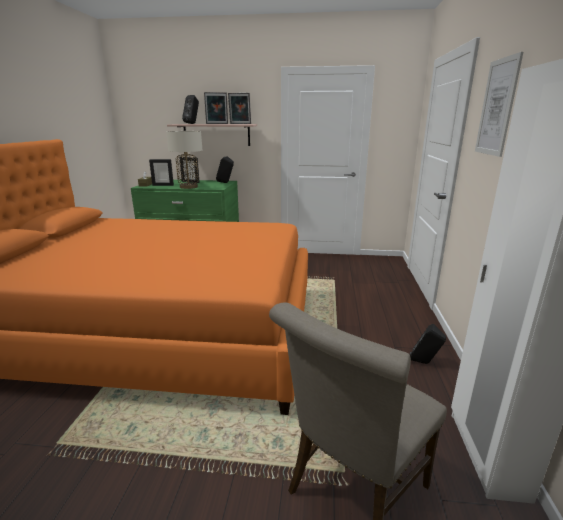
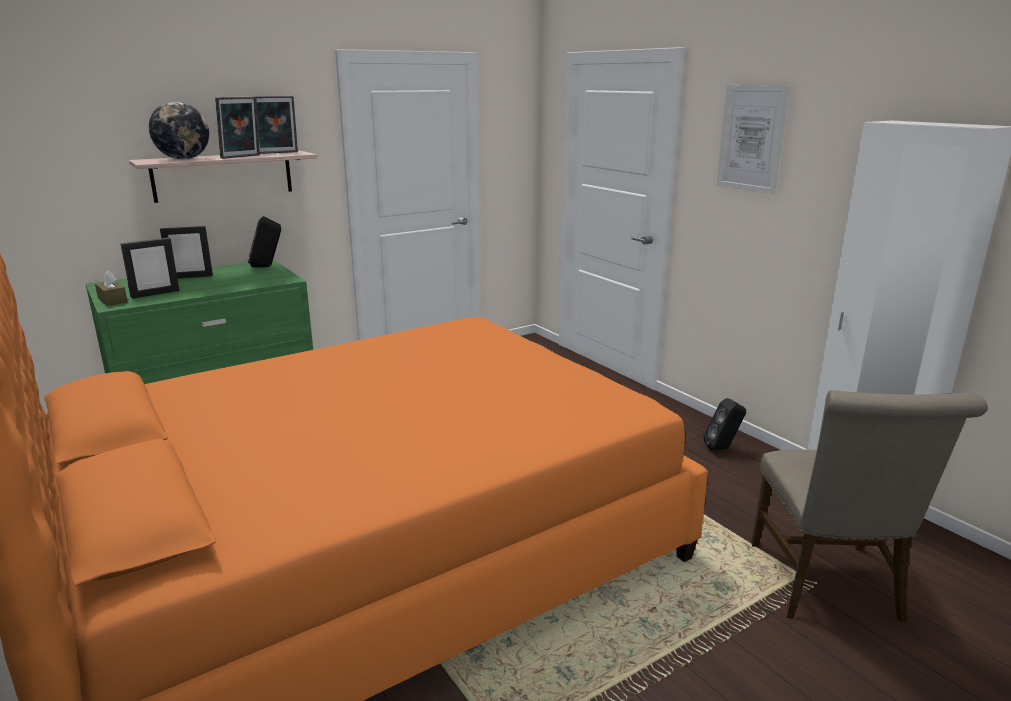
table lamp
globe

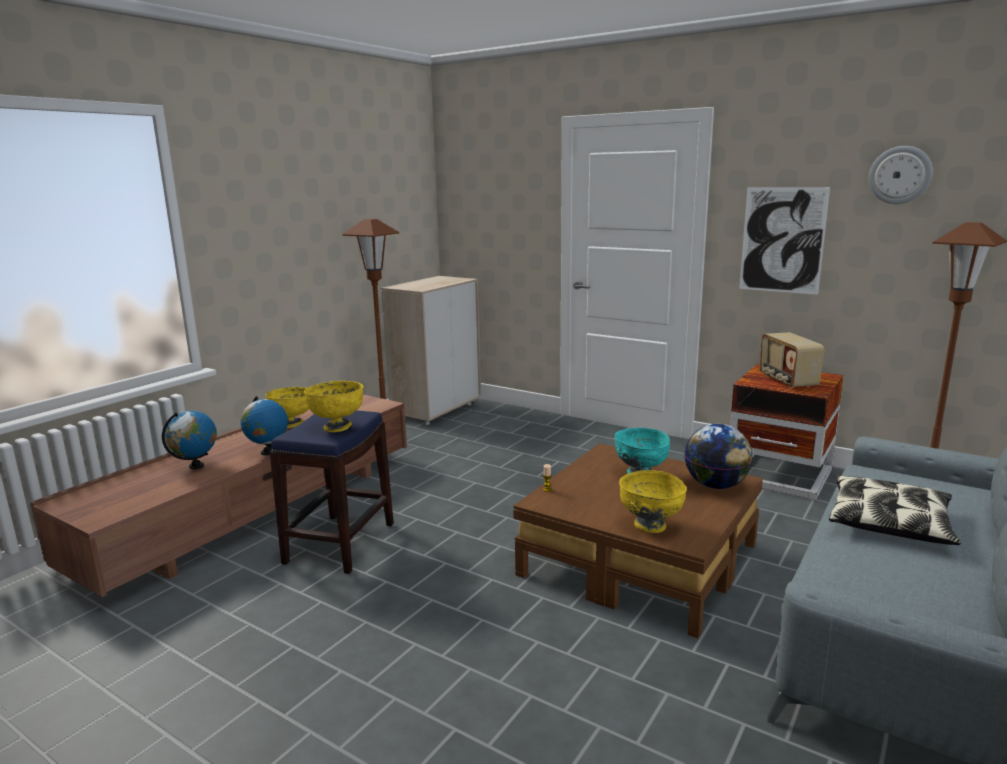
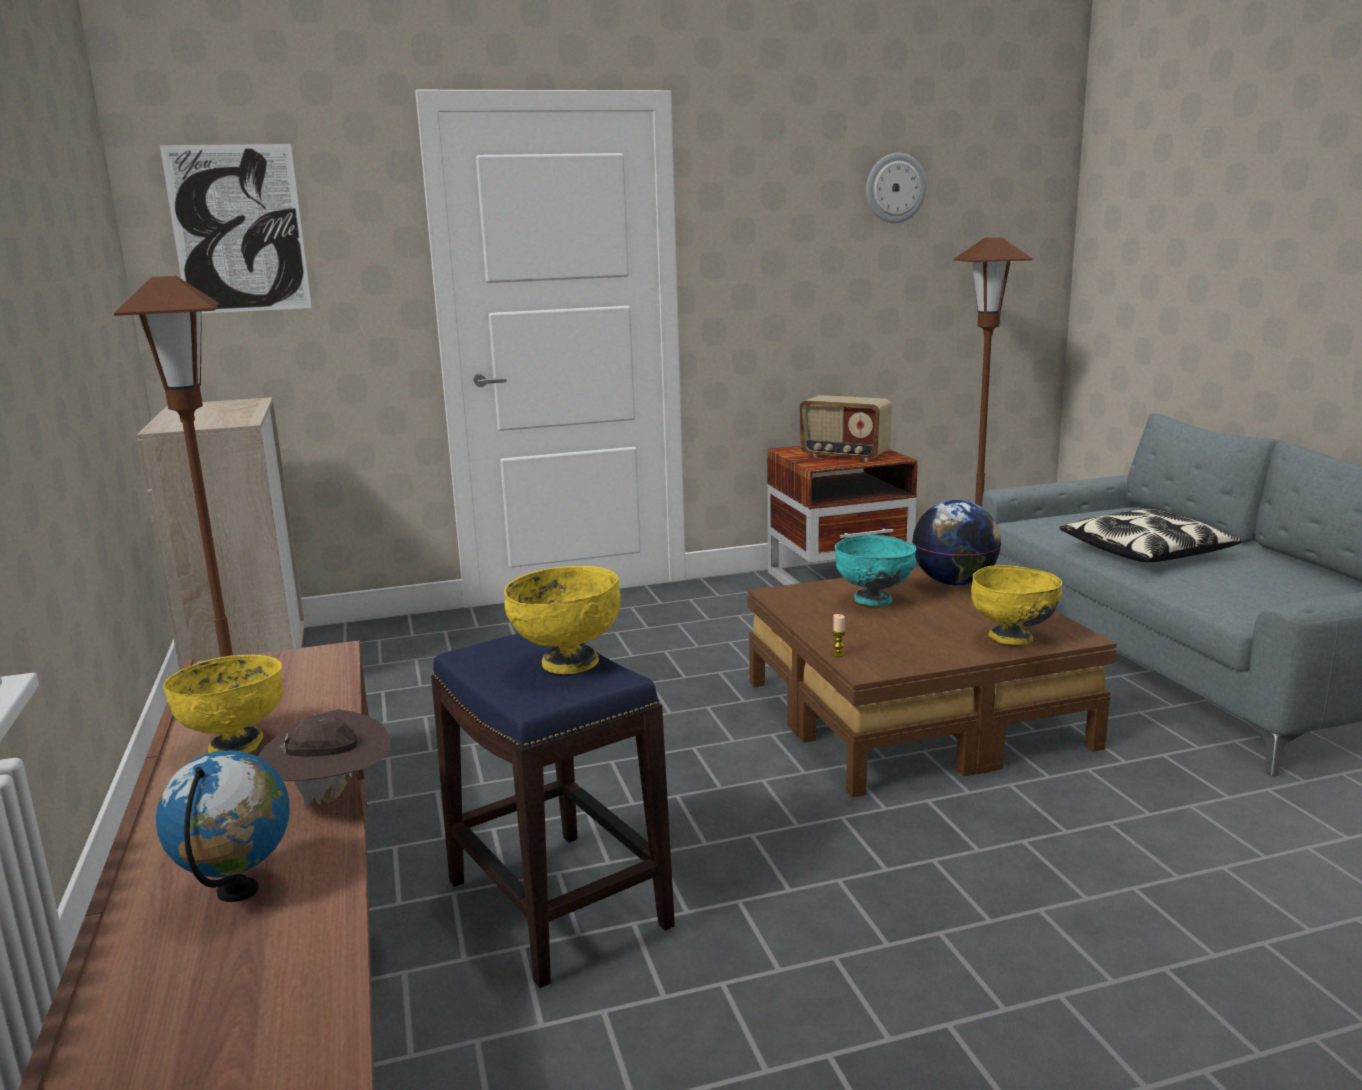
wall picture
clothing hat (brown-coloured)

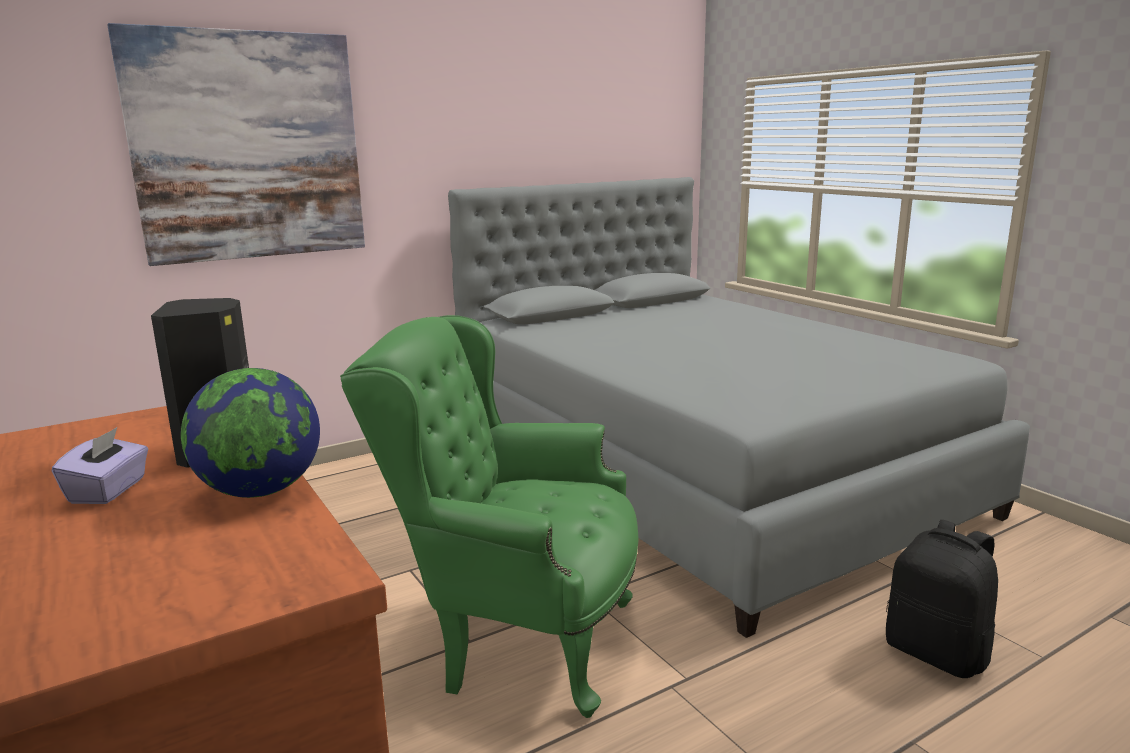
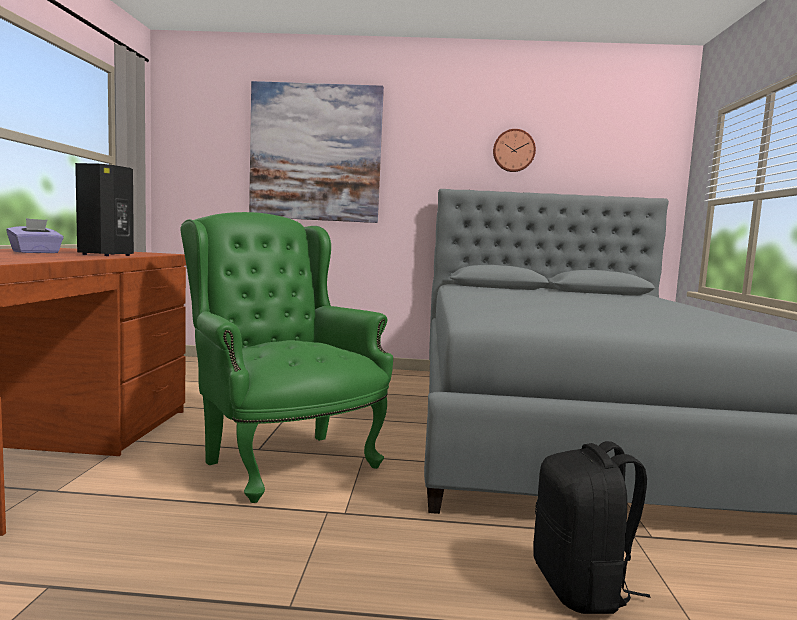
globe
wall clock

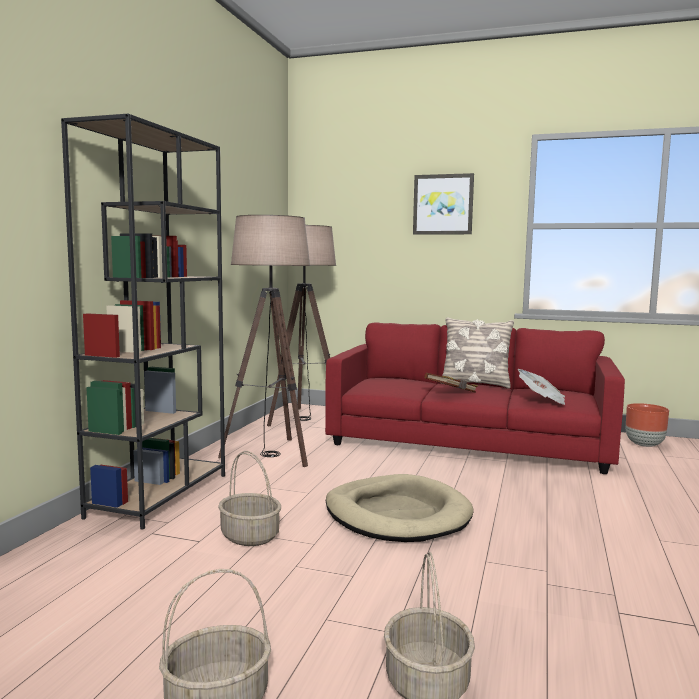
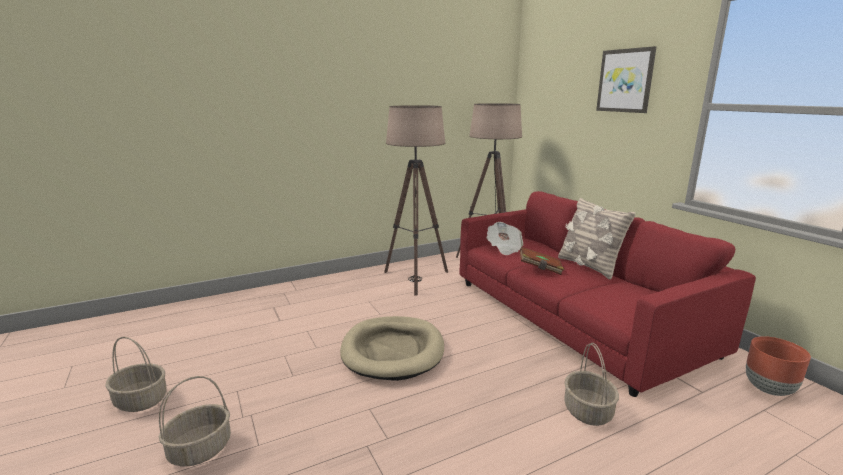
bookcase
storage basket (3rd from left)
newspaper

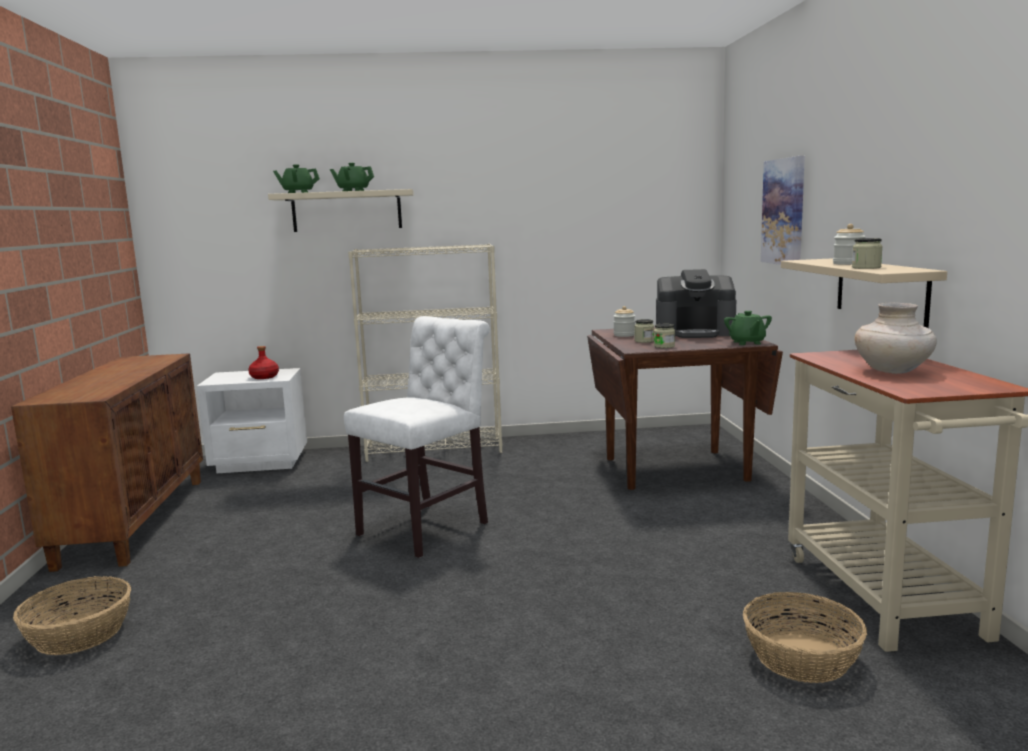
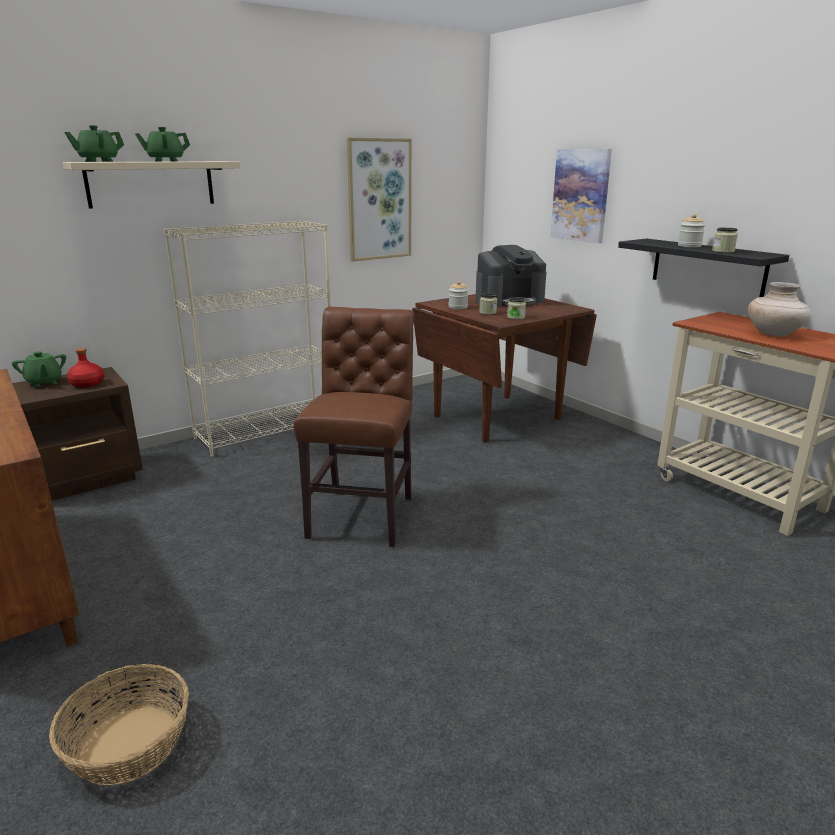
storage basket (2nd from left in the first image)
wall picture (1st from left)
teapot (green-coloured) (1st from left)
nightstand (brown-coloured)
chair (brown-coloured)
shelf (black-coloured)

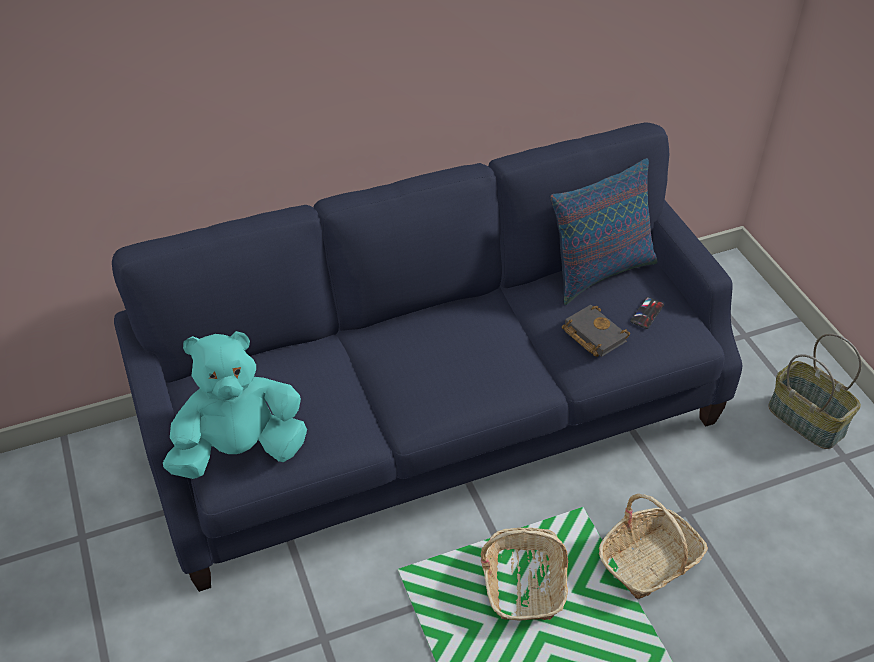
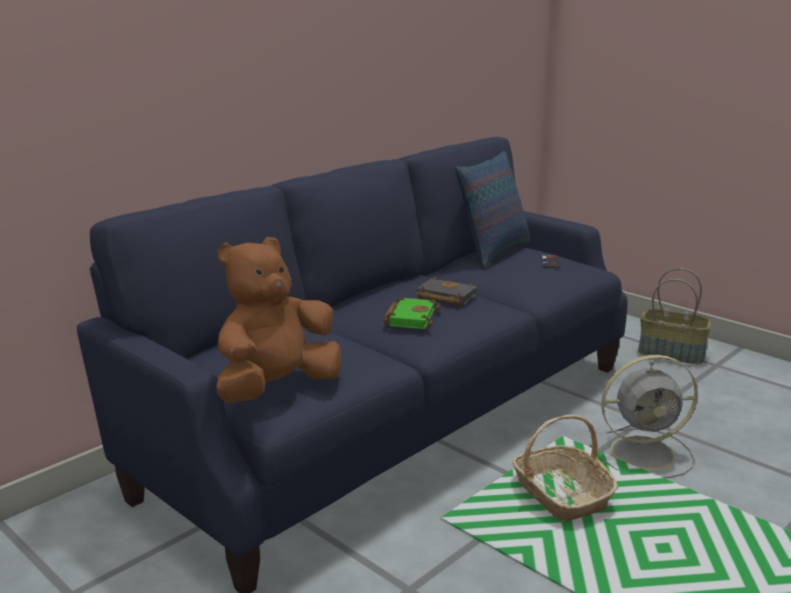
book (green-coloured)
book (black-coloured)
cooling fan (gray)
plush toy (brown-coloured)

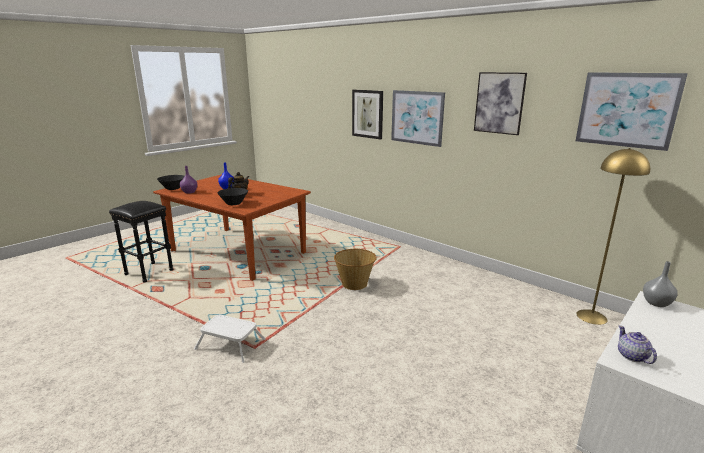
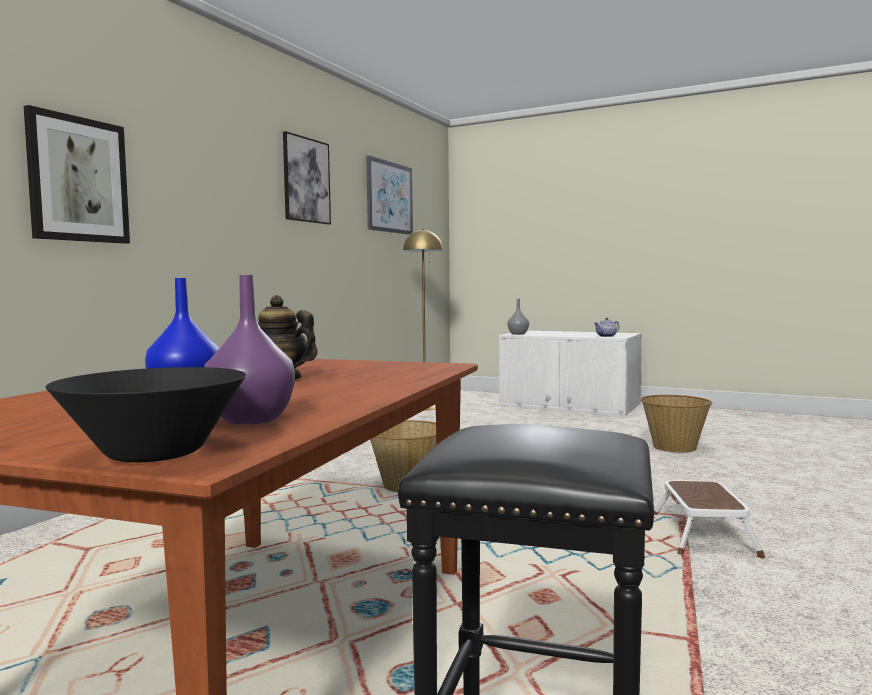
serving bowl (black-coloured) (2nd from left in the first image)
wall picture (2nd from left in the first image)
storage basket (2nd from left)
stepladder (brown-coloured)

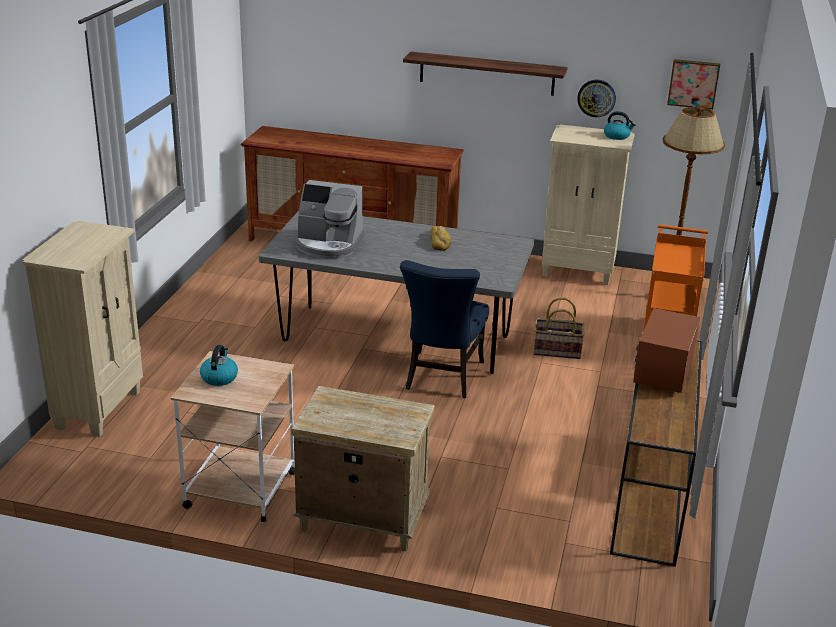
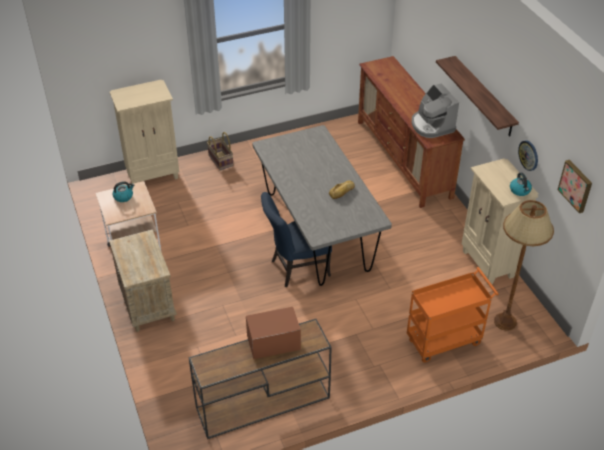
coffee brewer
storage basket

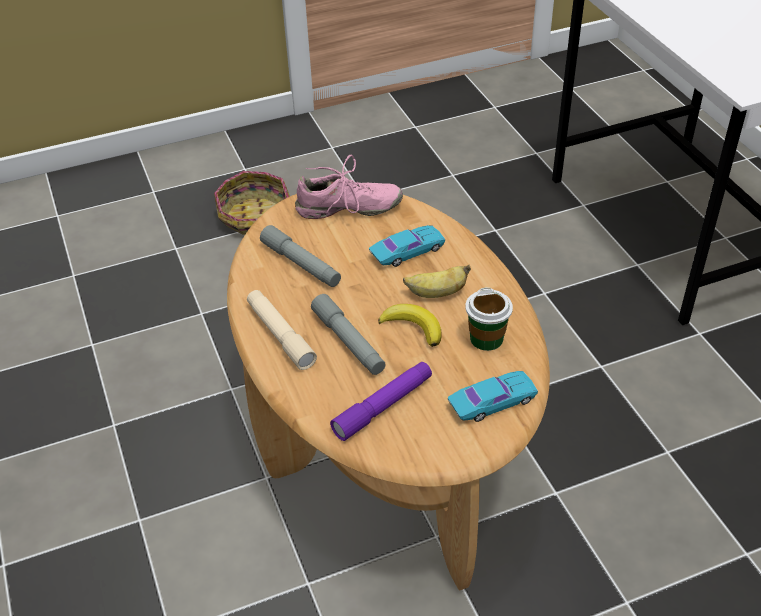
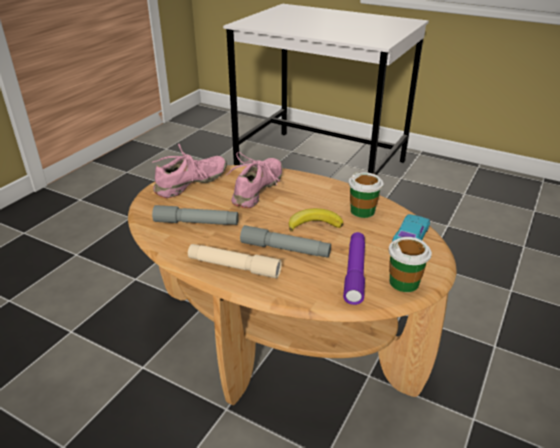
storage basket
banana (2nd from left in the first image)
small cup (2nd from left)
low shoe (pink-coloured) (2nd from left)

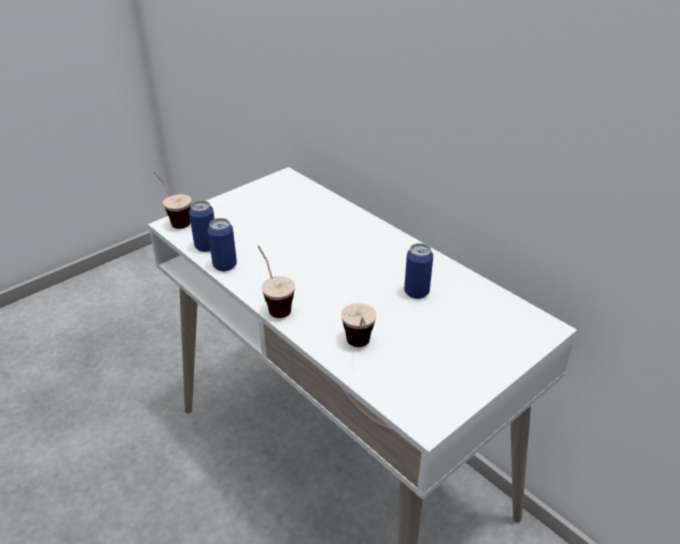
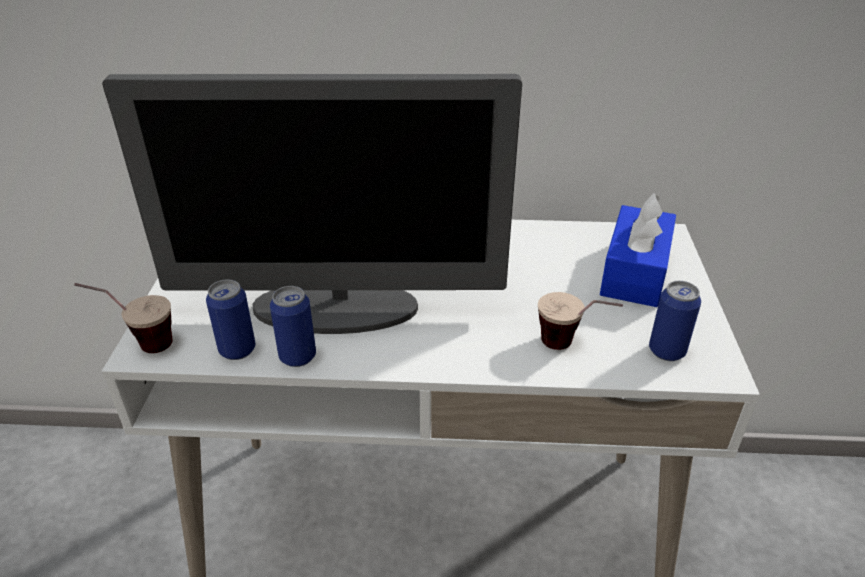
small cup (2nd from left in the first image)
monitor
tissue box (bluish)
can (3rd from left)

